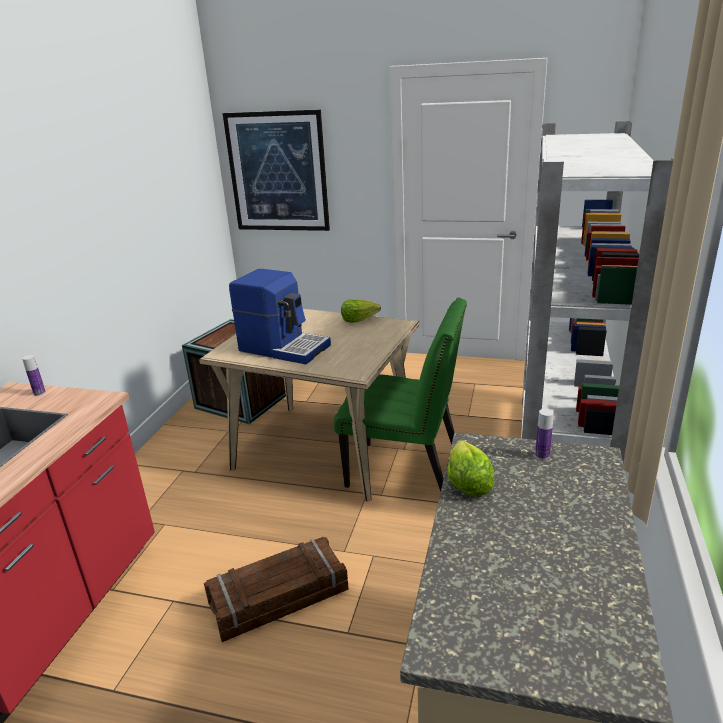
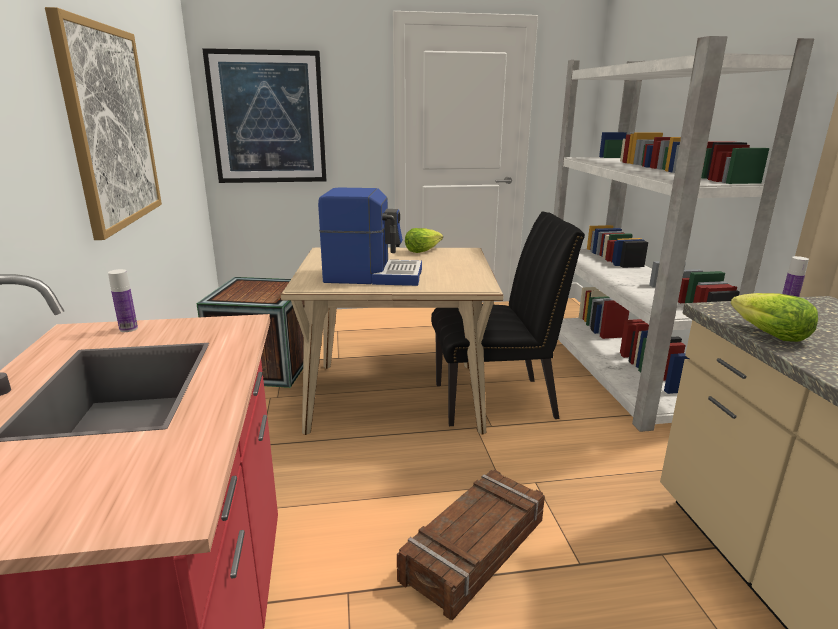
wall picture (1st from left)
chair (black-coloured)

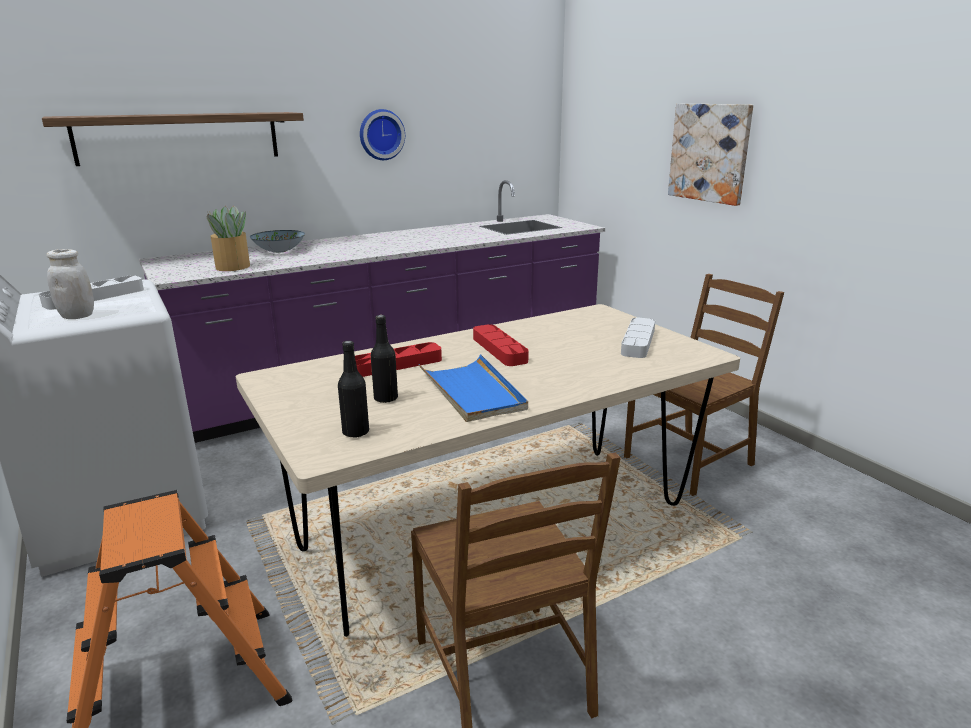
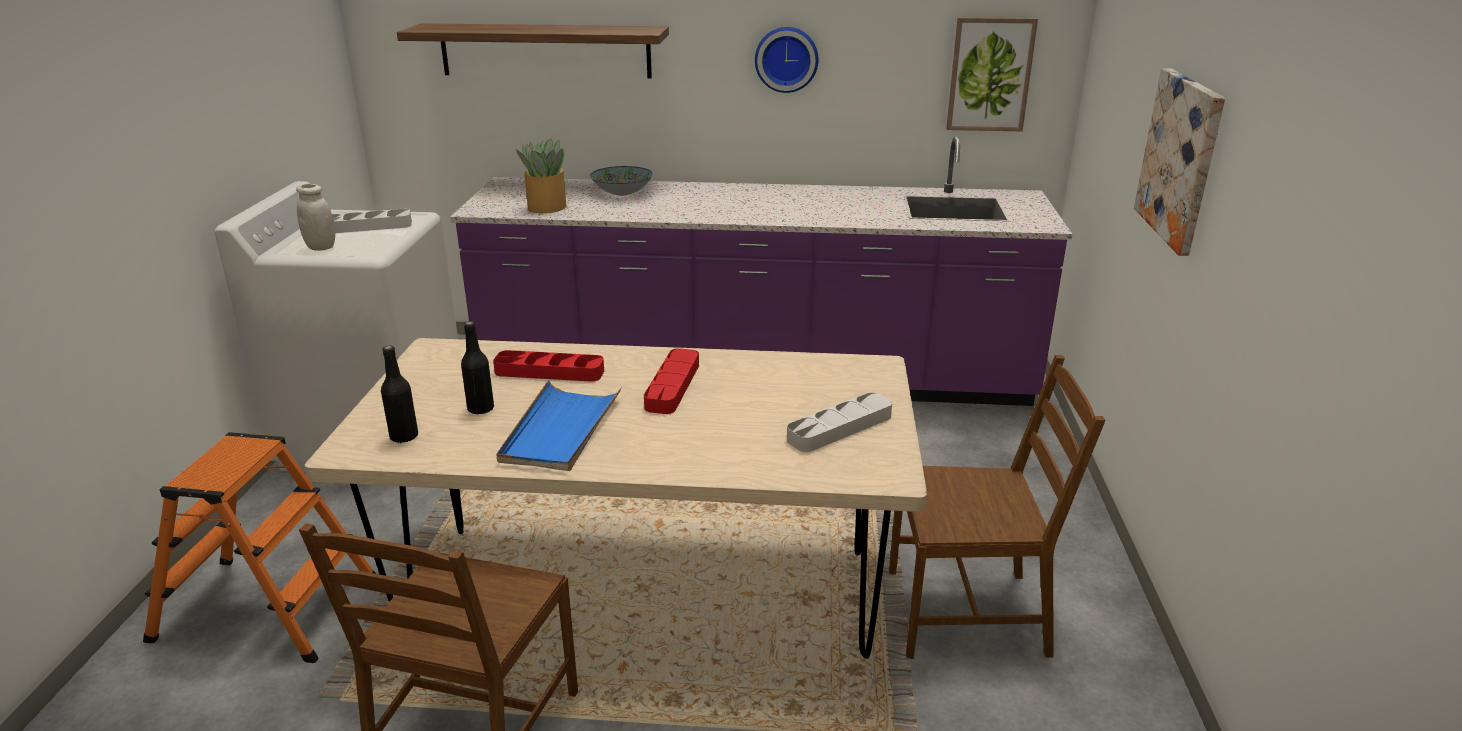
wall picture (1st from left)

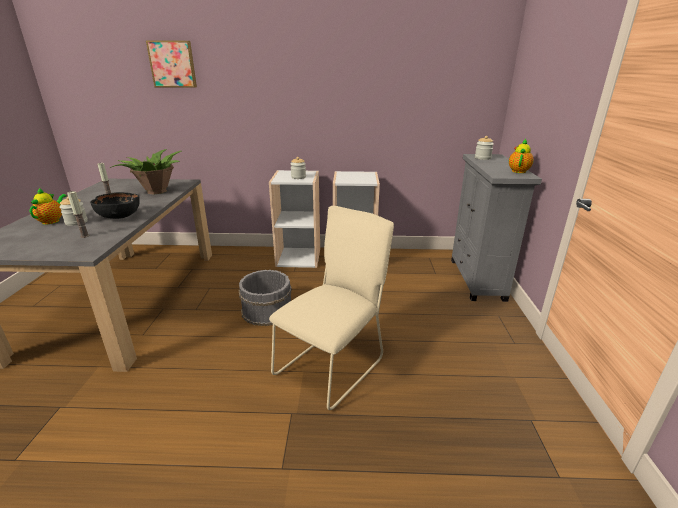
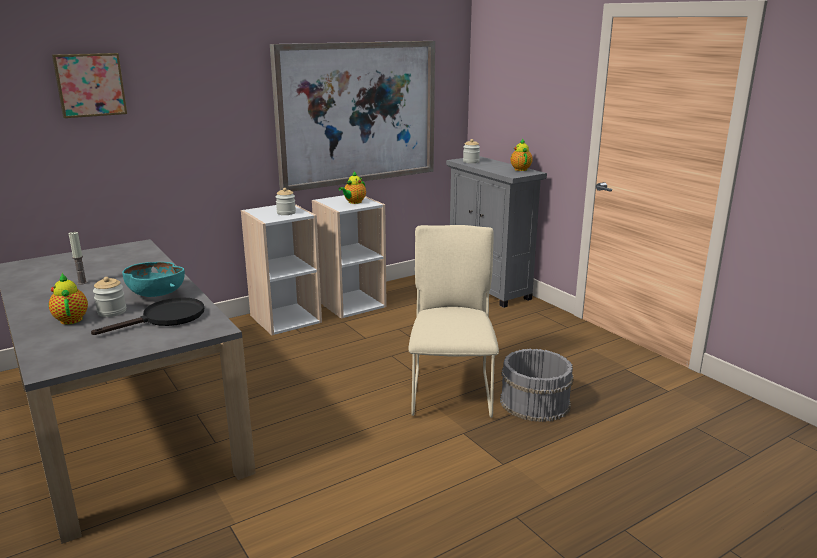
potted plant
wall picture (2nd from left)
teapot (2nd from left)
water bucket (gray)
pan (black-coloured)
serving bowl (blue-green)

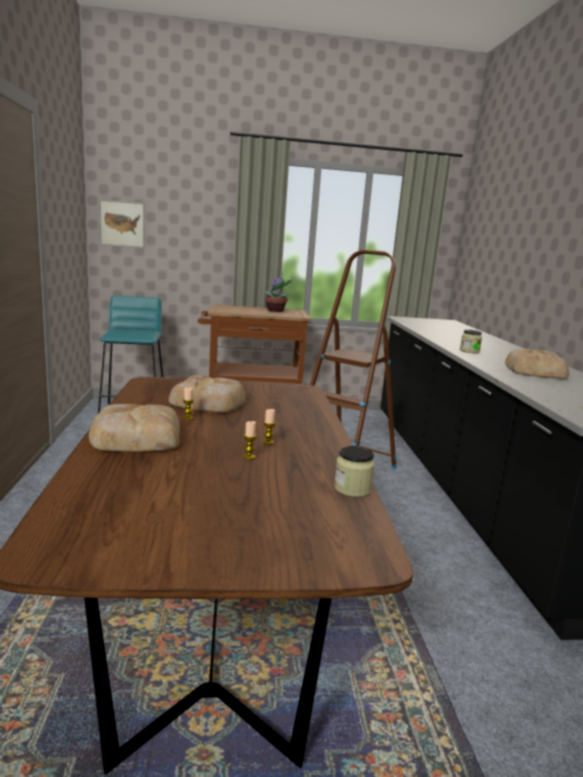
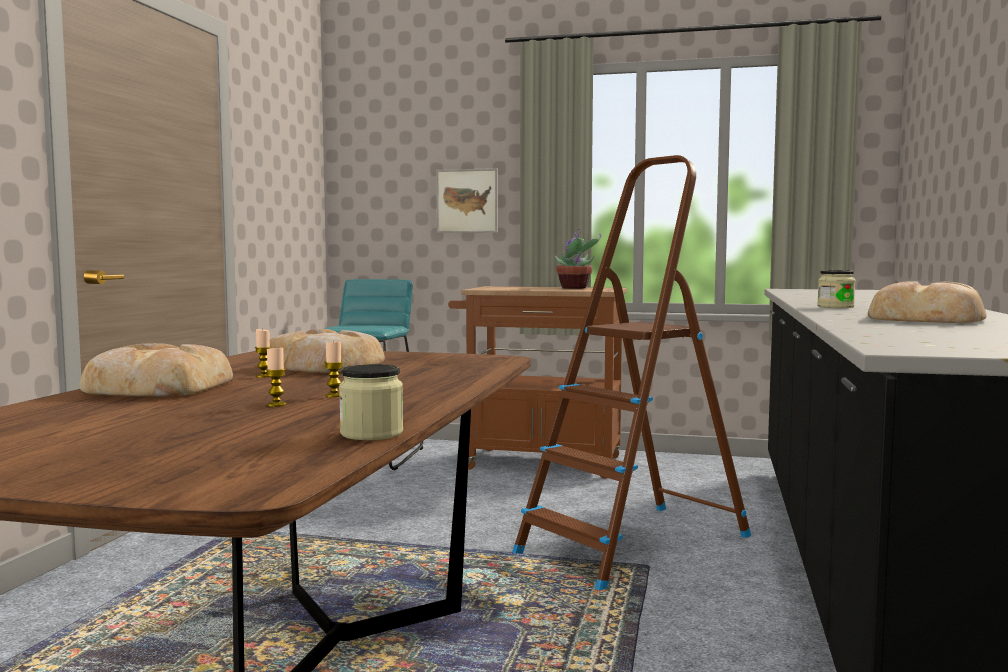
wall picture

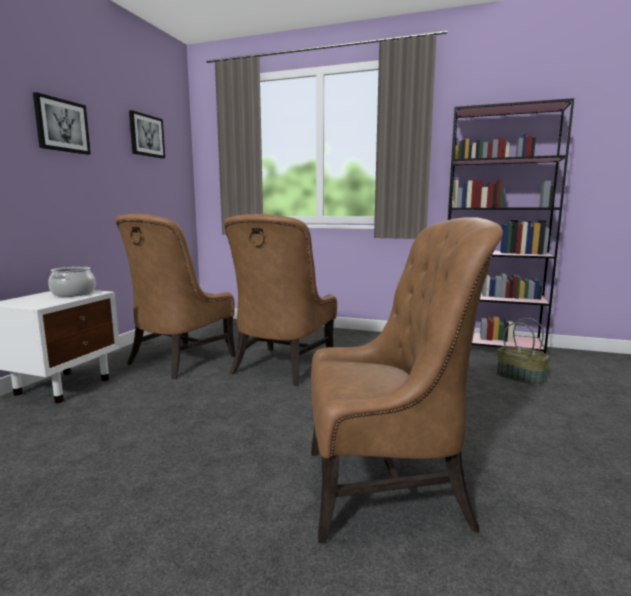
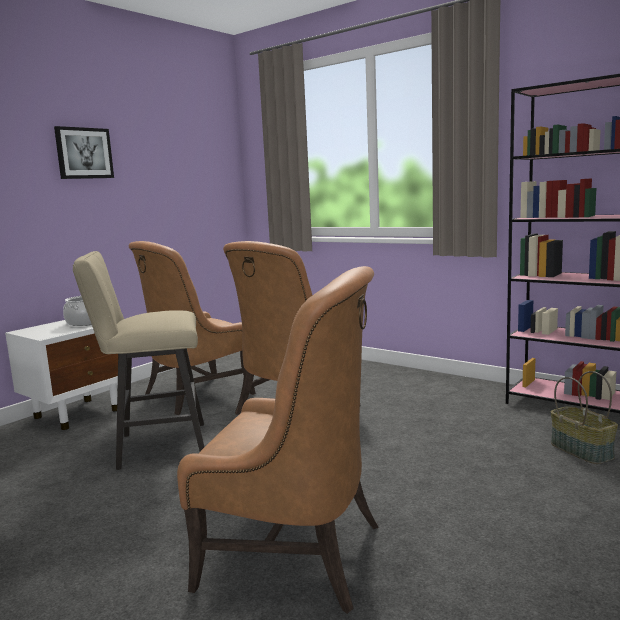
wall picture (2nd from left in the first image)
stool (beige-coloured)

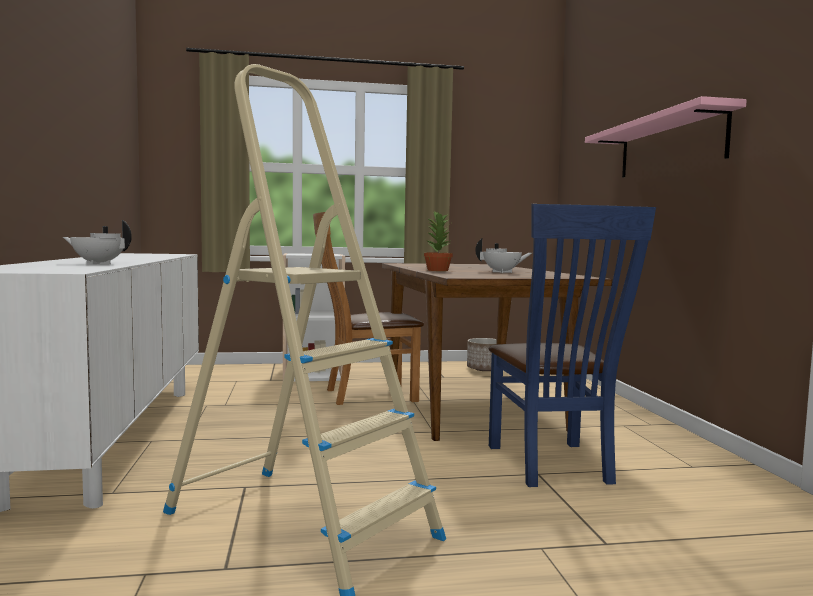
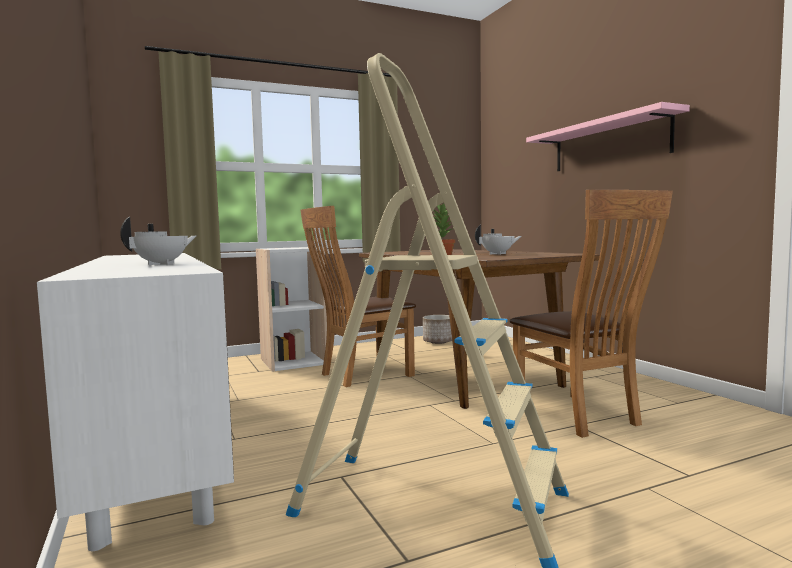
chair (brown-coloured) (2nd from left)
teapot (white) (1st from left)

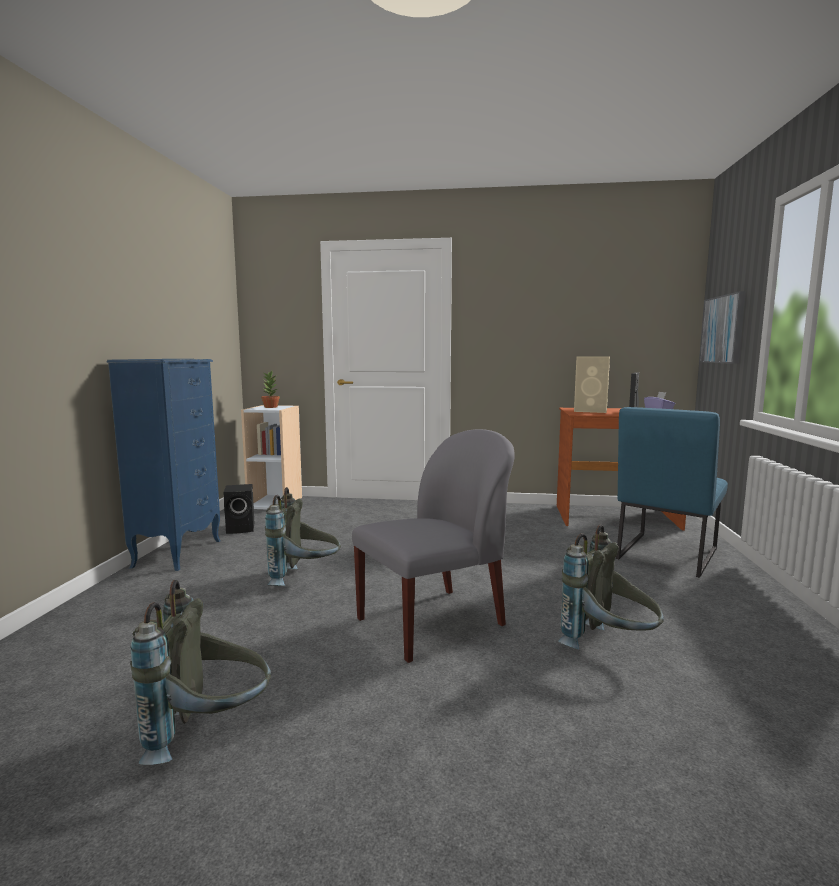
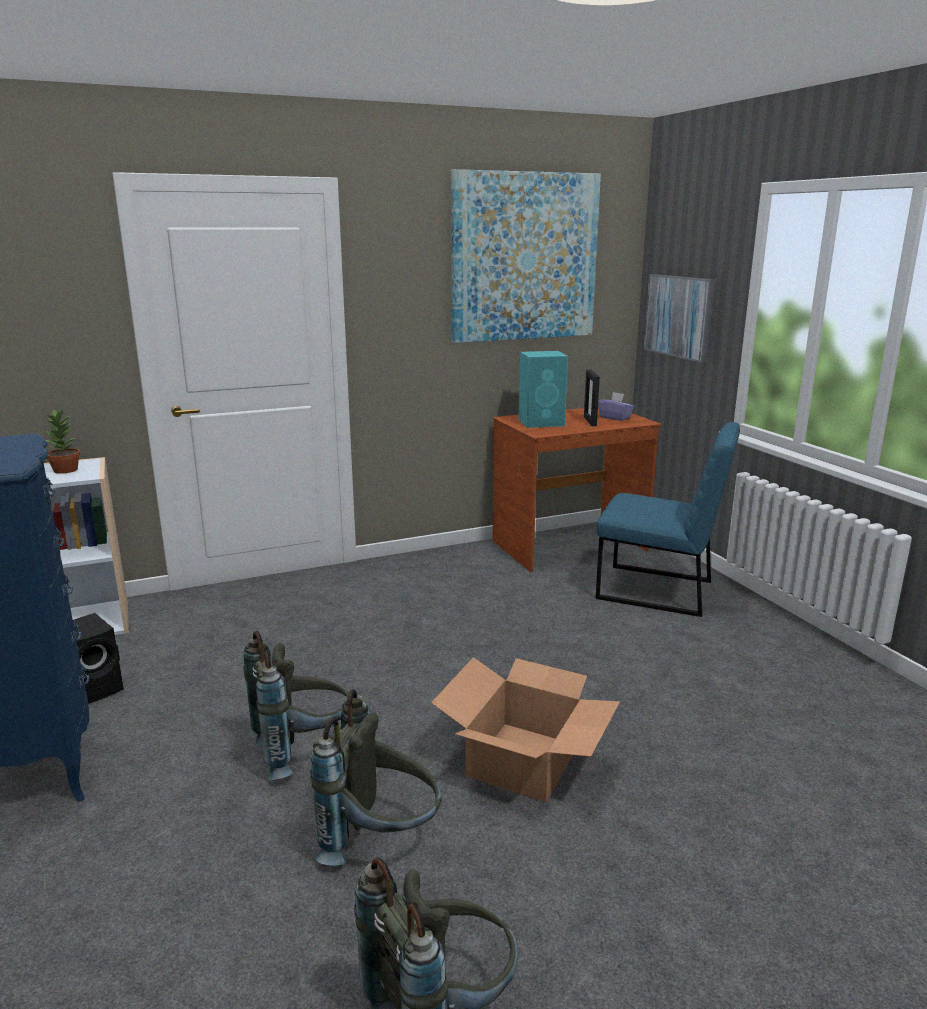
wall picture (1st from left)
backpack (gray) (2nd from left)
packing box
audio speaker (blue-green)
chair (bluish)

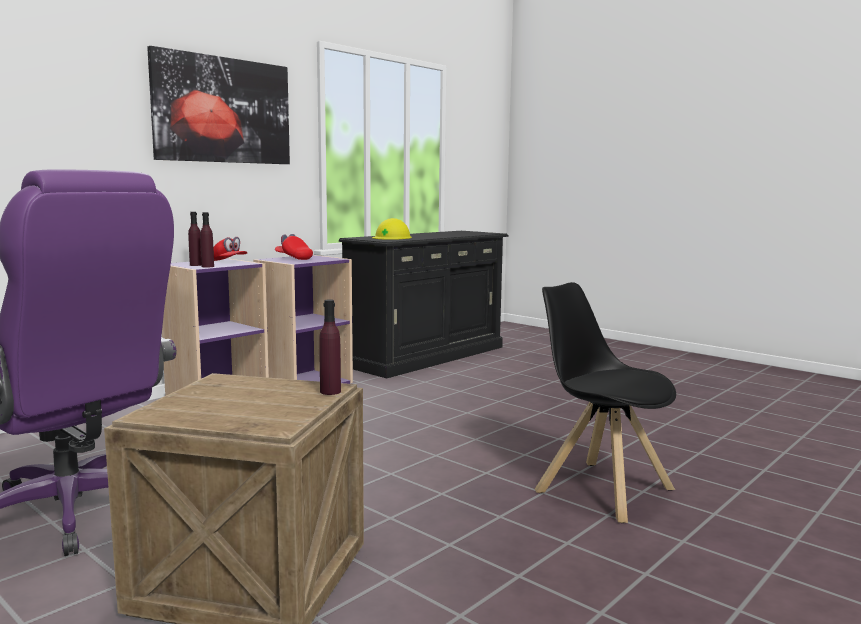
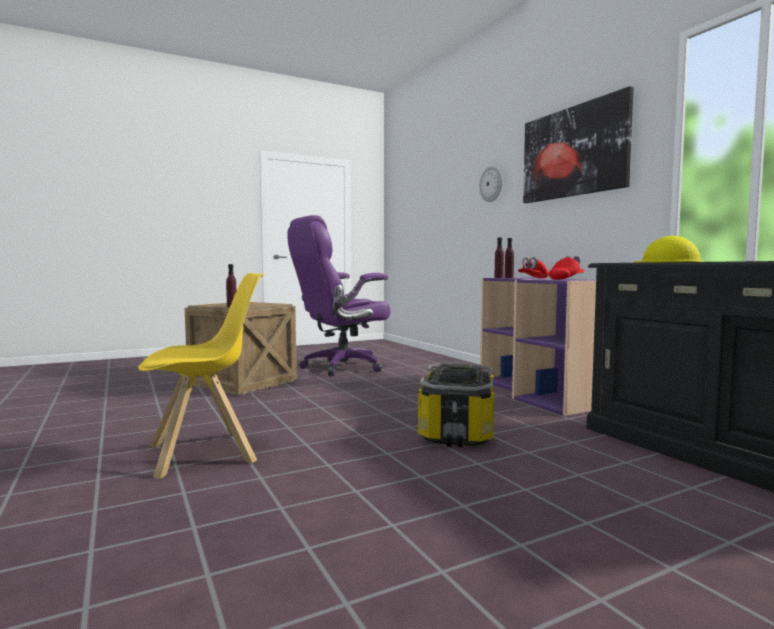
storage box
wall clock
chair (yellowish)

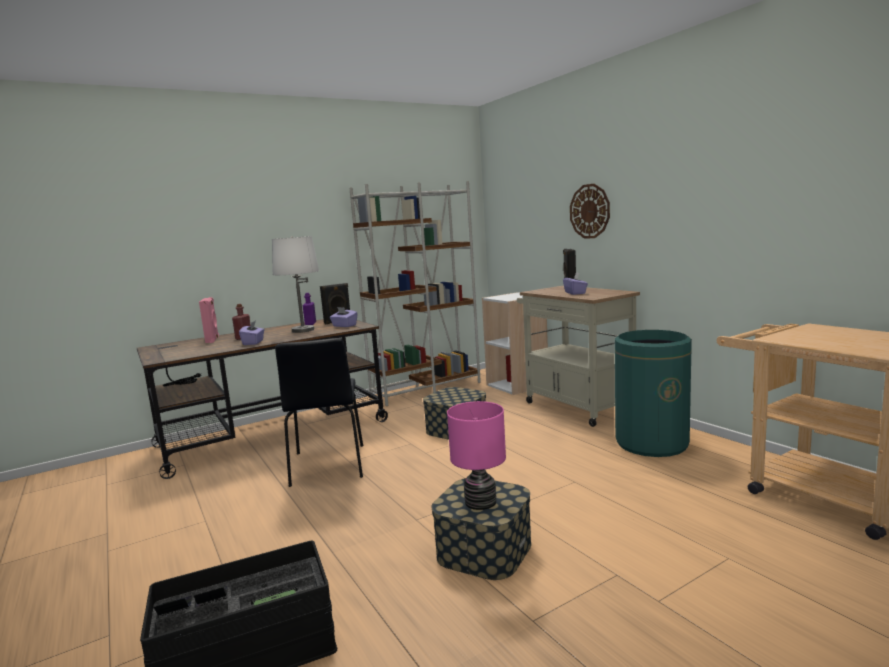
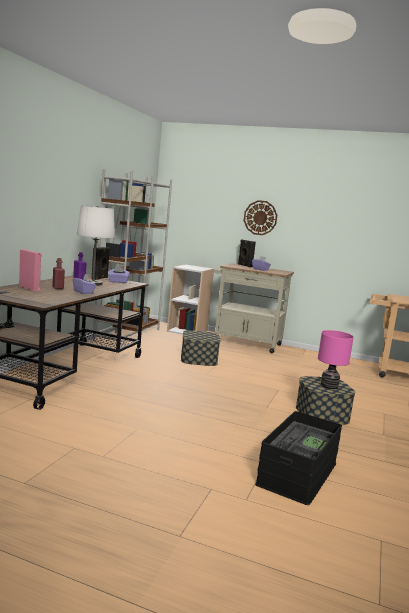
chair (black-coloured)
trash can (green-coloured)

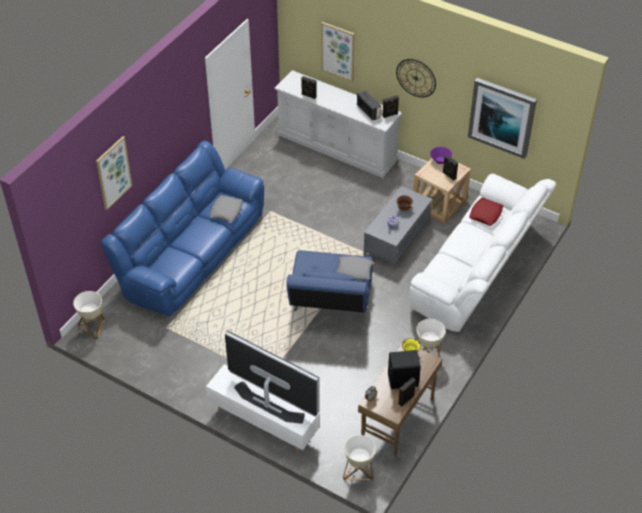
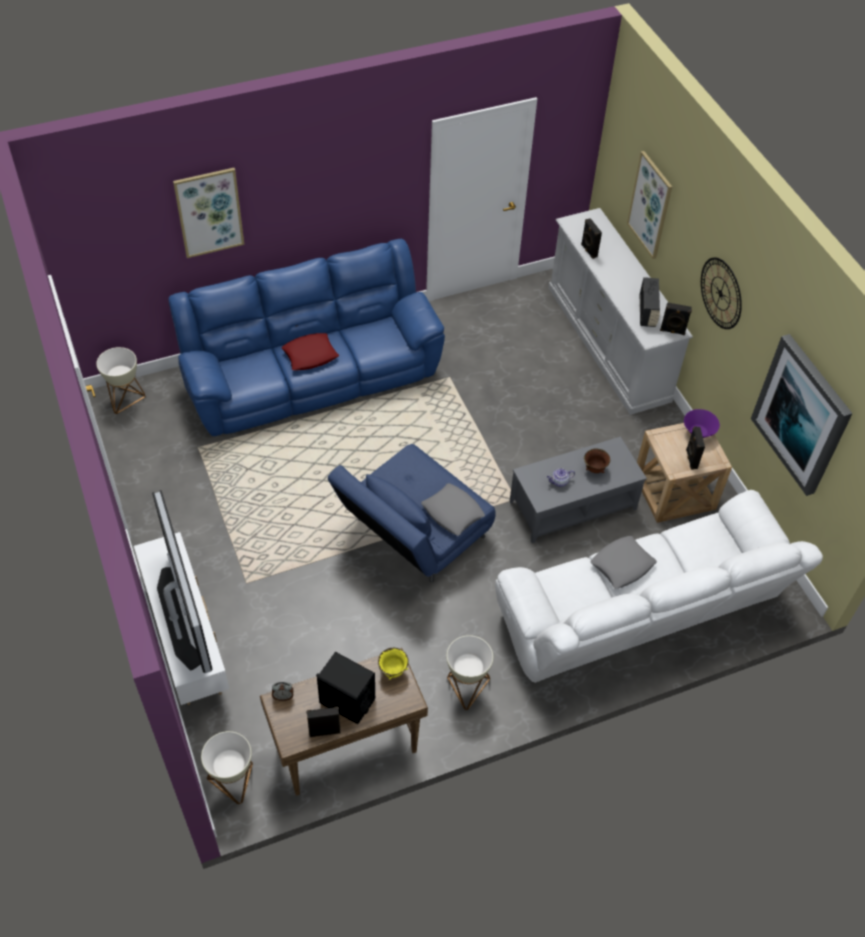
cushion (gray) (2nd from left)
cushion (red)

